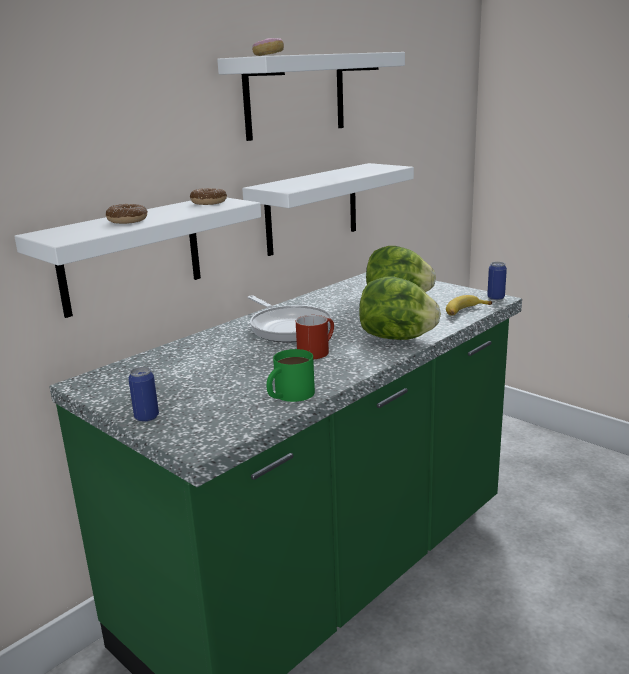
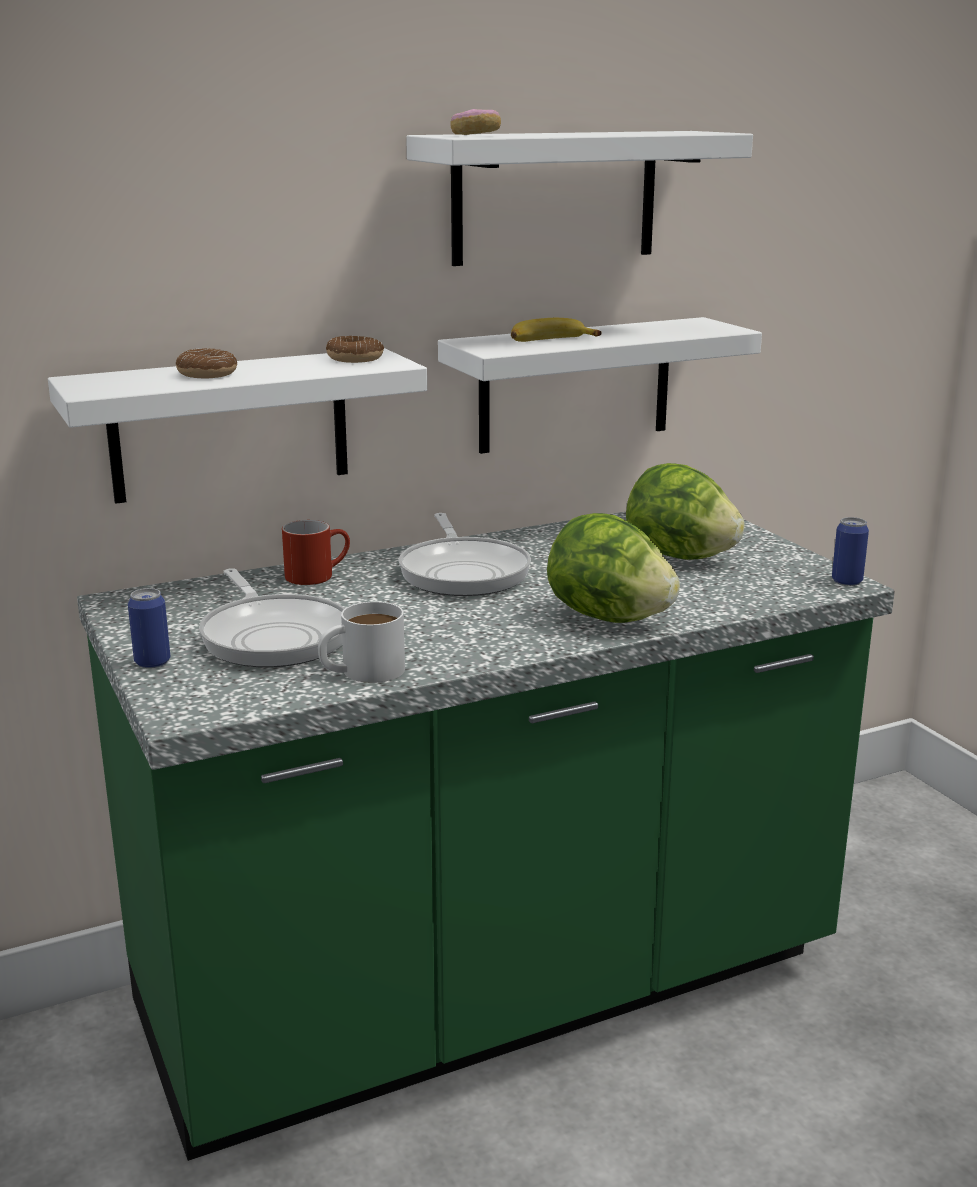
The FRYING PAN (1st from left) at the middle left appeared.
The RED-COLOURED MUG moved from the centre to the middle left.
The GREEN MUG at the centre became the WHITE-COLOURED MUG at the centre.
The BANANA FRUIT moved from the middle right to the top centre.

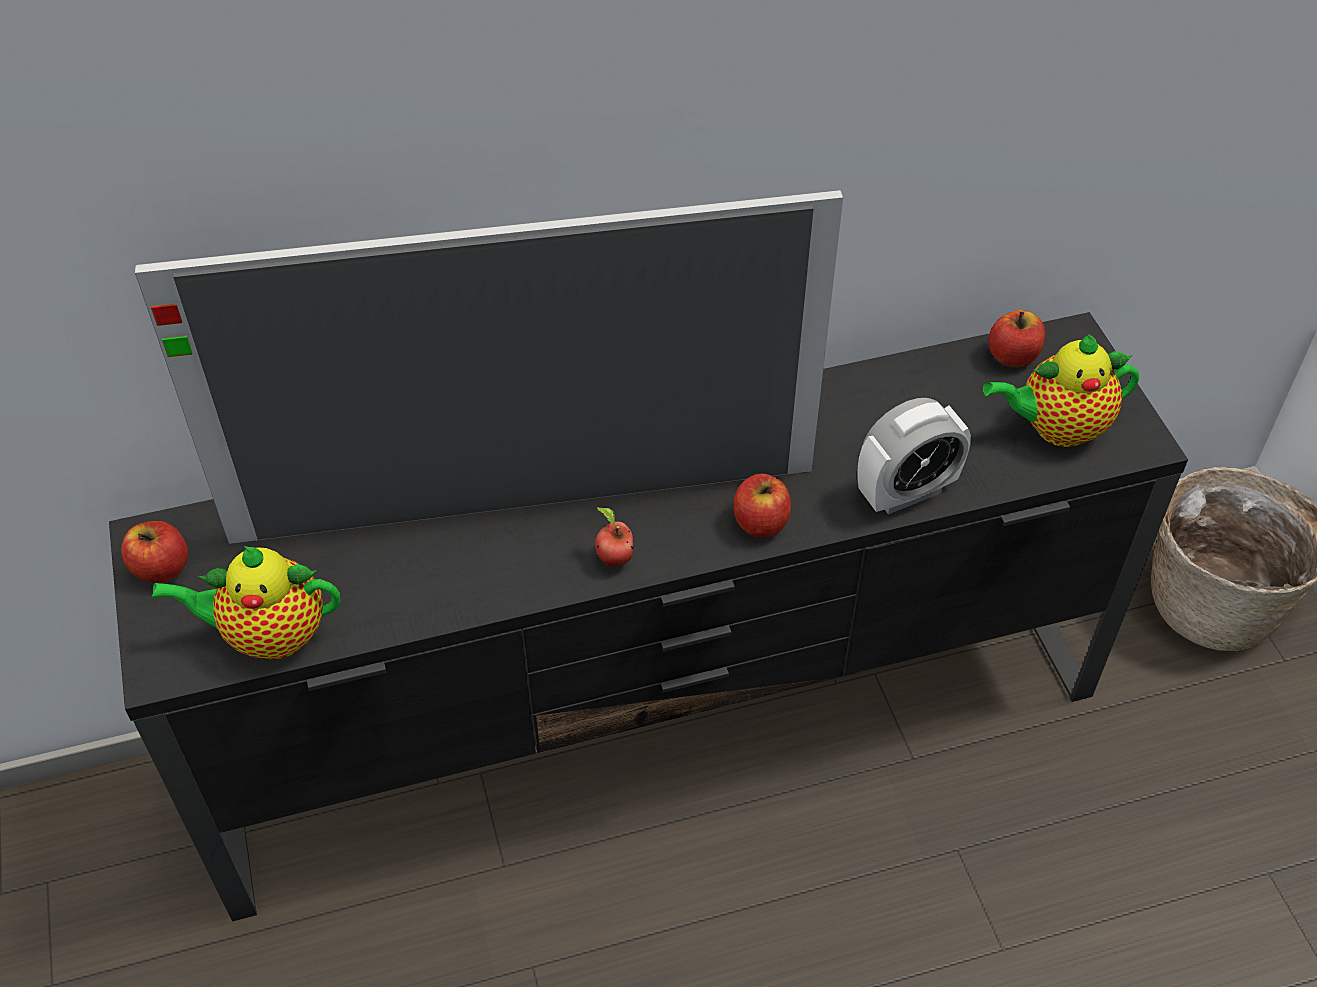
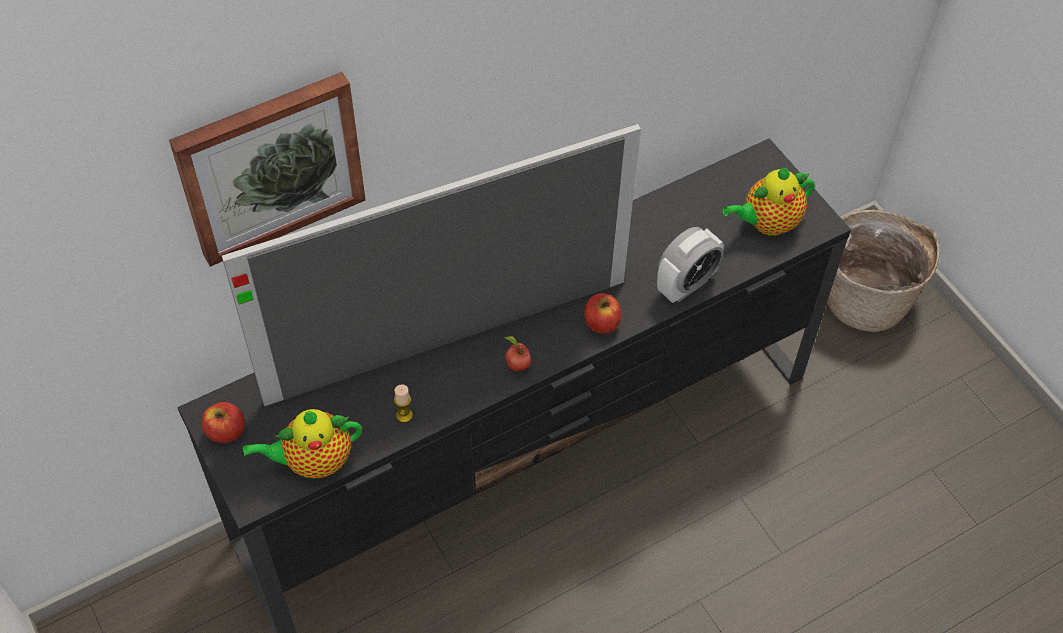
The WALL PICTURE at the top left appeared.
The CANDLE at the centre appeared.
The APPLE FRUIT (4th from left) at the middle right disappeared.

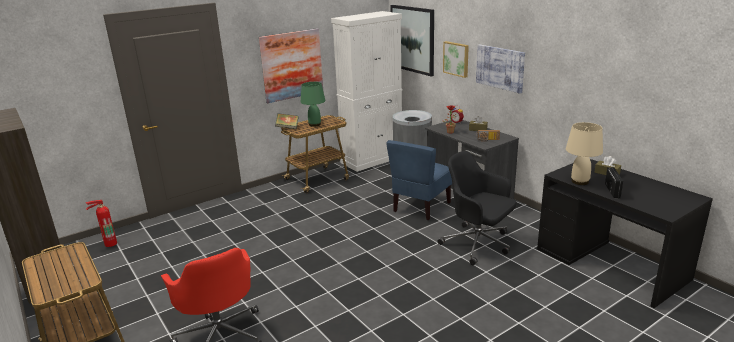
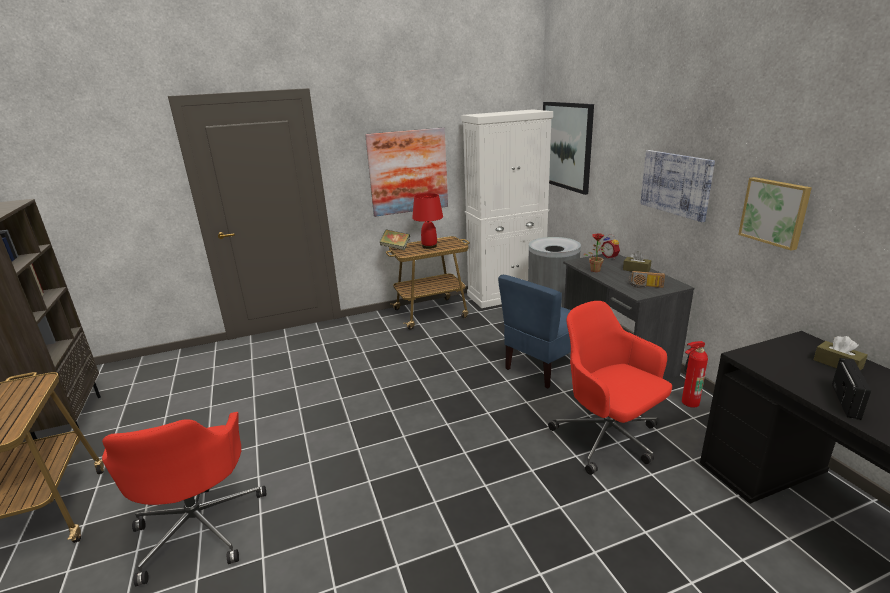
The GREEN TABLE LAMP at the top centre became the RED-COLOURED TABLE LAMP at the centre.
The BLACK-COLOURED OFFICE CHAIR at the centre became the RED-COLOURED OFFICE CHAIR (2nd from left) at the middle right.
The EXTINGUISHER moved from the middle left to the middle right.
The WALL PICTURE (3rd from left in the first image) moved from the top centre to the middle right.
The BEIGE-COLOURED TABLE LAMP at the middle right disappeared.

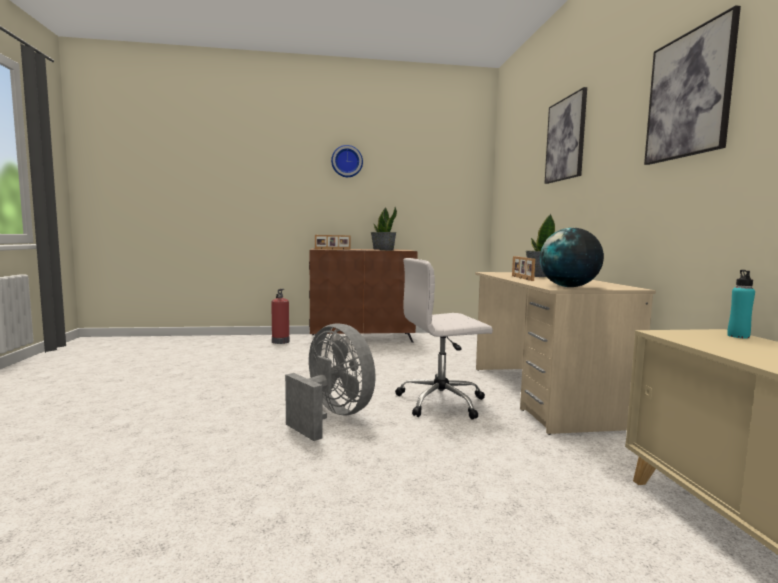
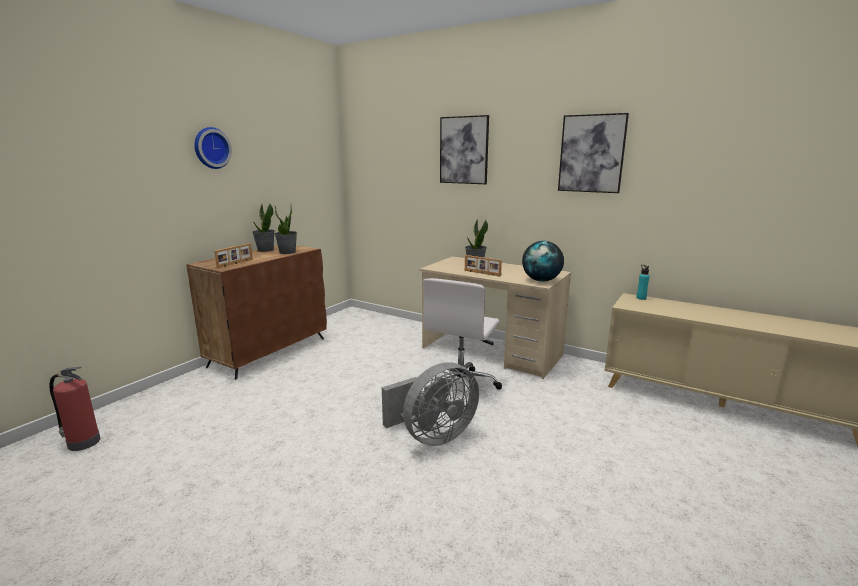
The EXTINGUISHER moved from the centre to the bottom left.
The GREY ELECTRIC FAN at the centre turned 150 degrees clockwise.

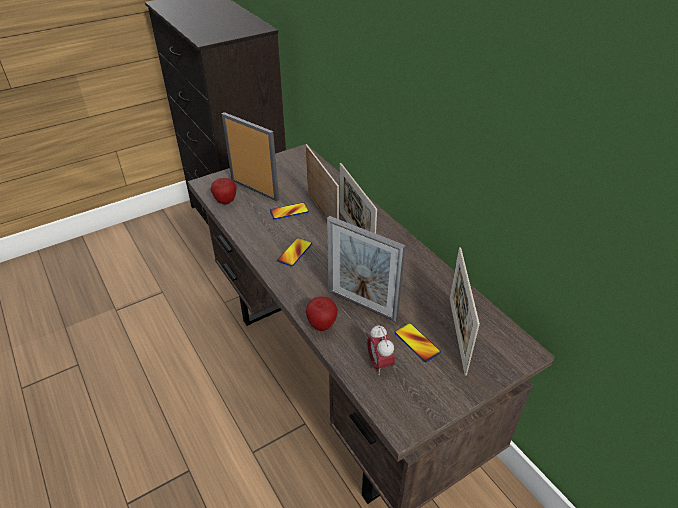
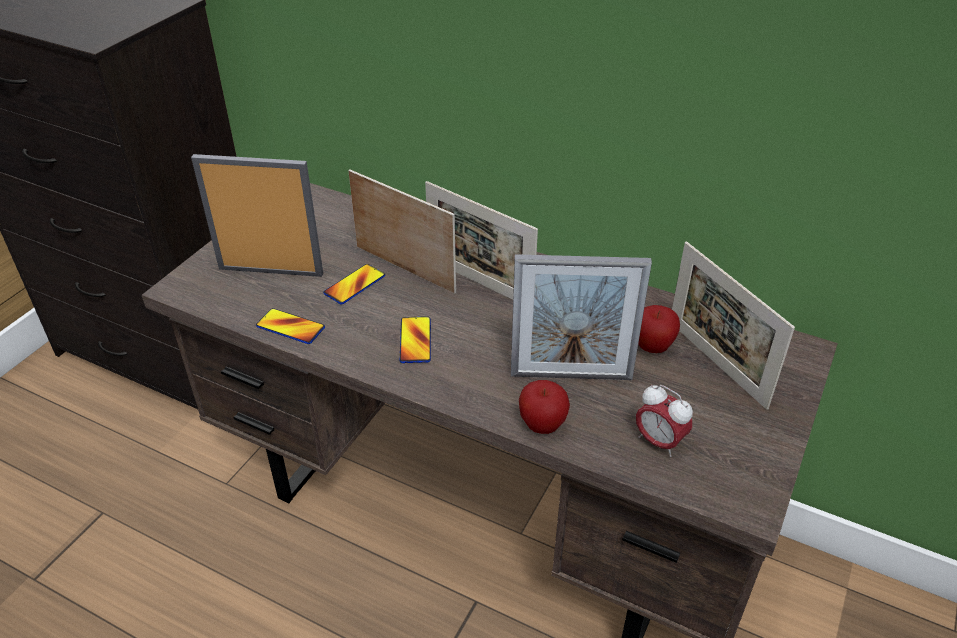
The PHONE (3rd from left in the first image) moved from the bottom centre to the middle left.
The APPLE FRUIT (1st from left in the first image) moved from the middle left to the middle right.

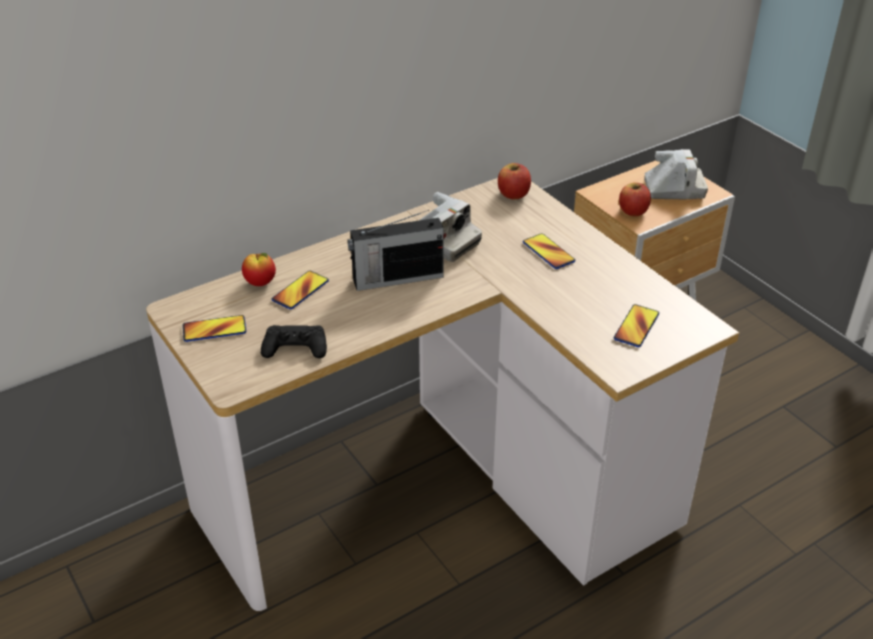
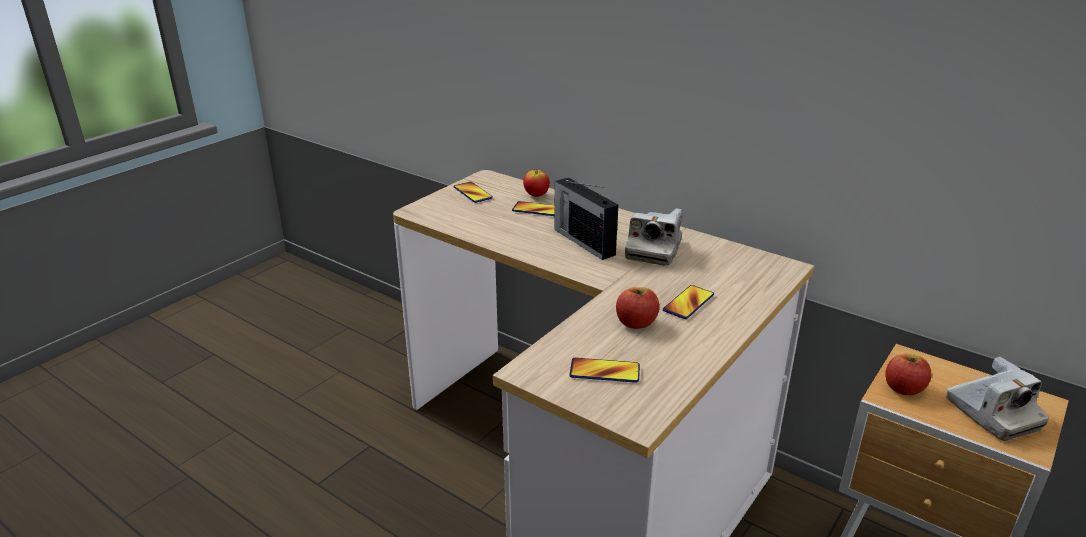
The APPLE FRUIT (2nd from left) moved from the top centre to the centre.
The BLACK-COLOURED JOYPAD at the centre disappeared.

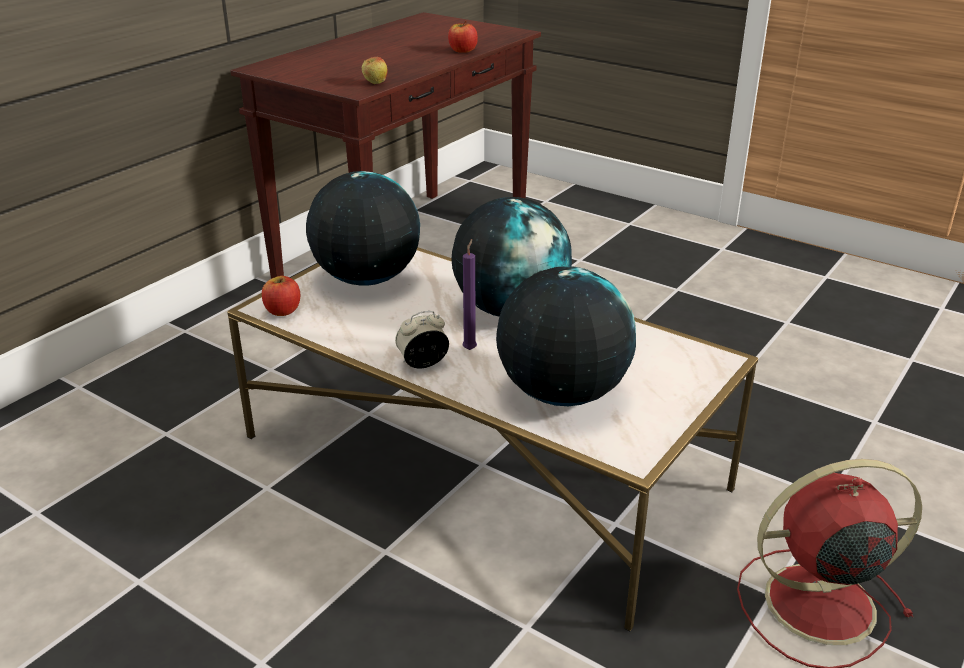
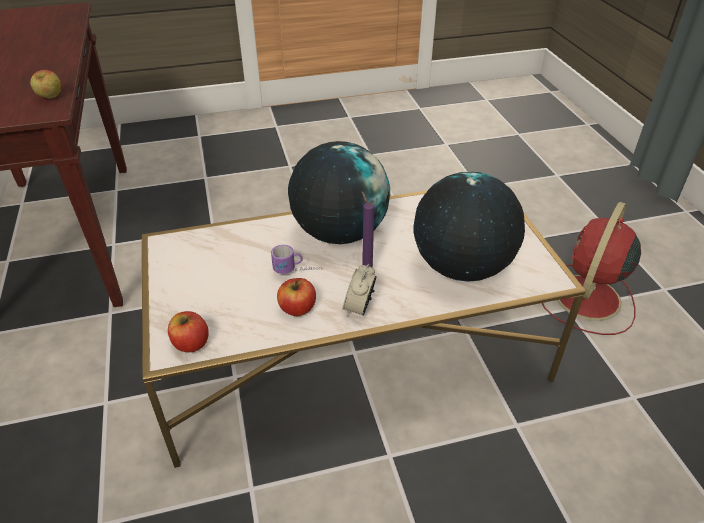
The MUG at the centre appeared.
The APPLE FRUIT (3rd from left) moved from the top centre to the centre.
The WORLD GLOBE (1st from left) at the centre disappeared.

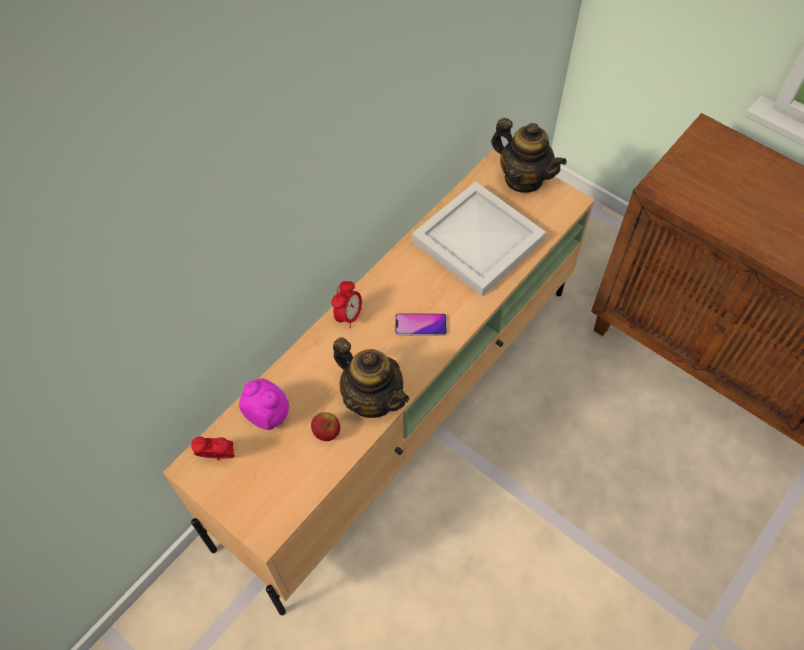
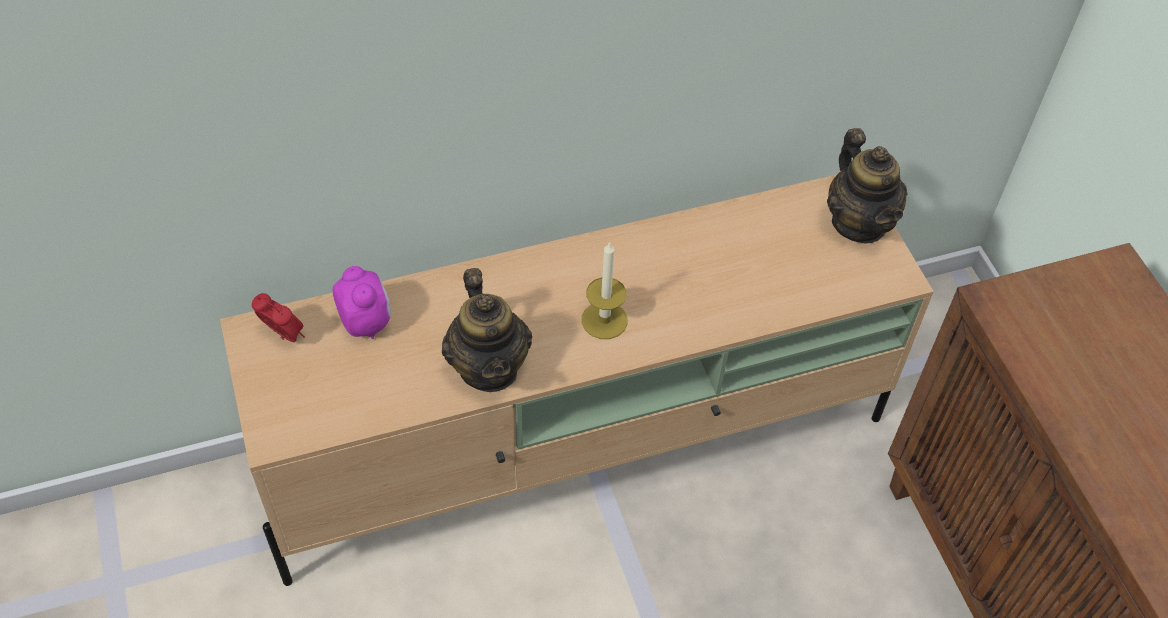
The PHONE at the centre was replaced by the CANDLE at the centre.
The APPLE FRUIT at the centre disappeared.
The TABLE CLOCK (3rd from left) at the centre disappeared.
The WHITE-COLOURED CARRYING TRAY at the centre disappeared.

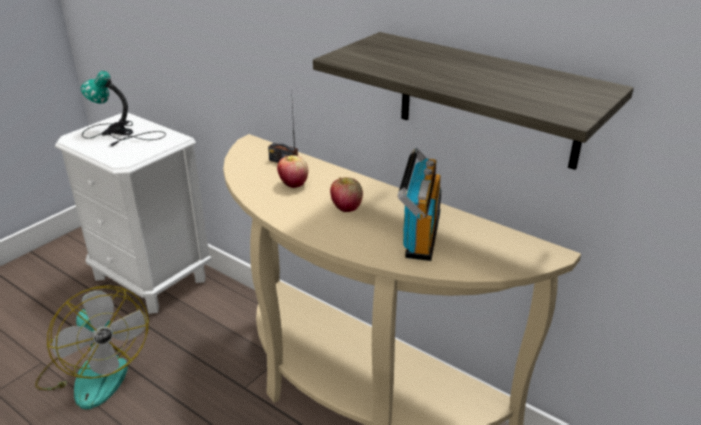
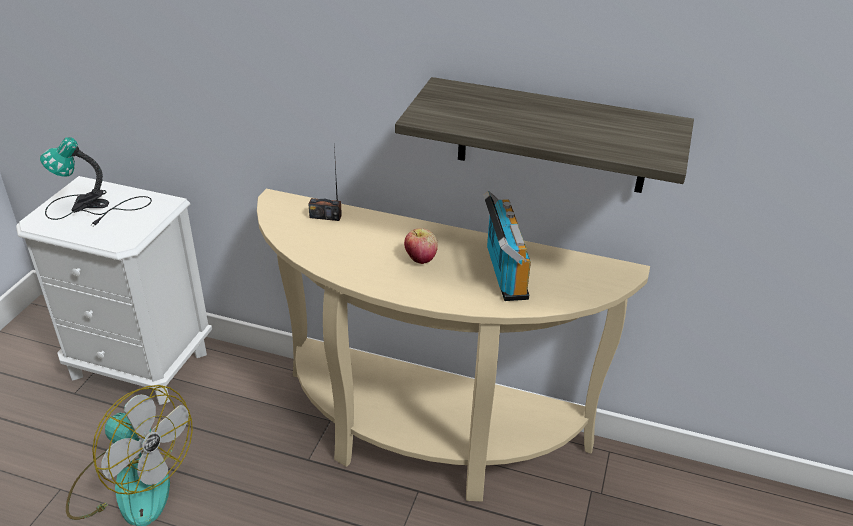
The APPLE FRUIT (1st from left) at the centre disappeared.

